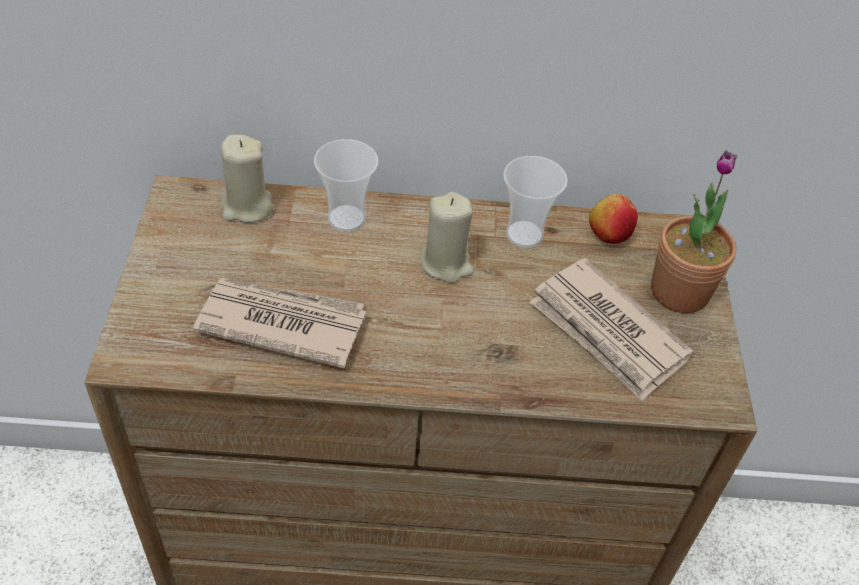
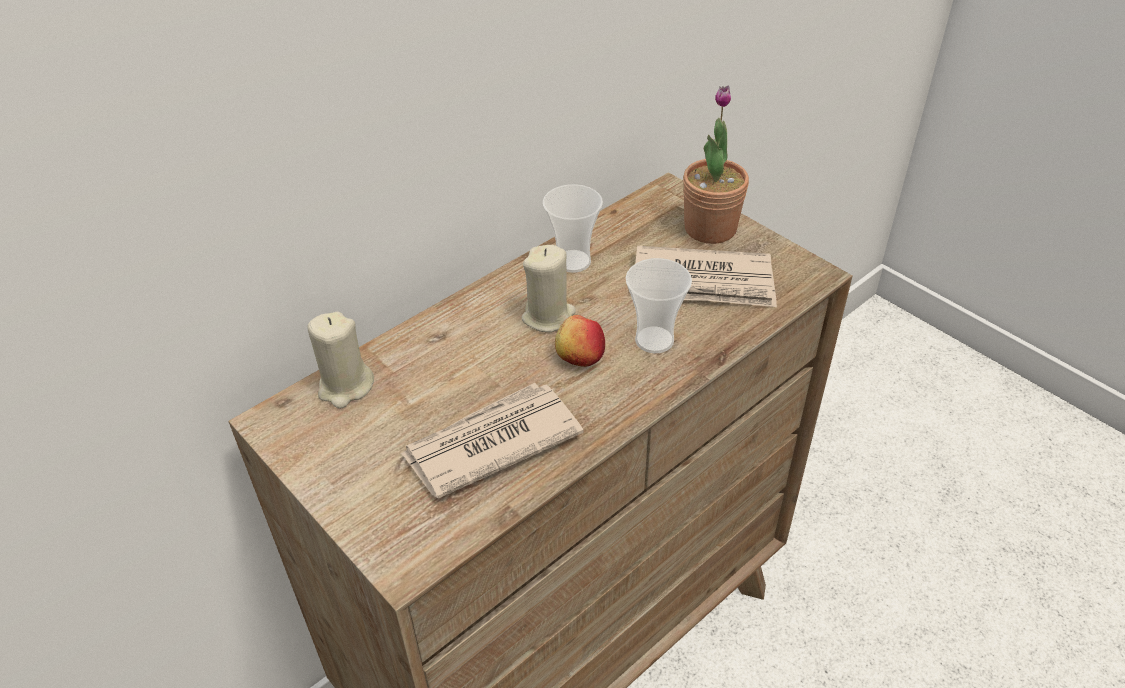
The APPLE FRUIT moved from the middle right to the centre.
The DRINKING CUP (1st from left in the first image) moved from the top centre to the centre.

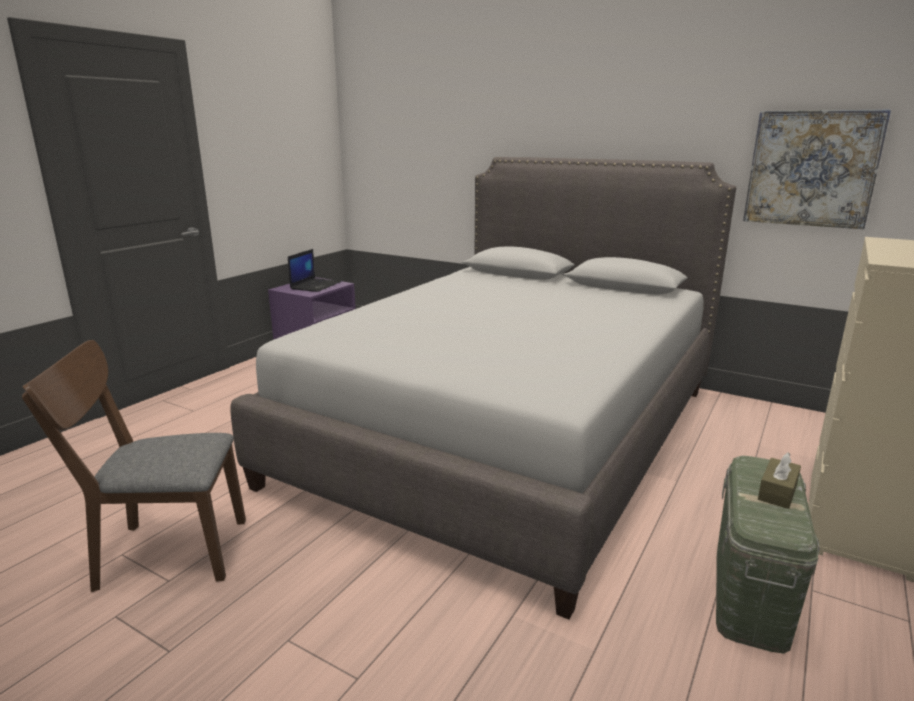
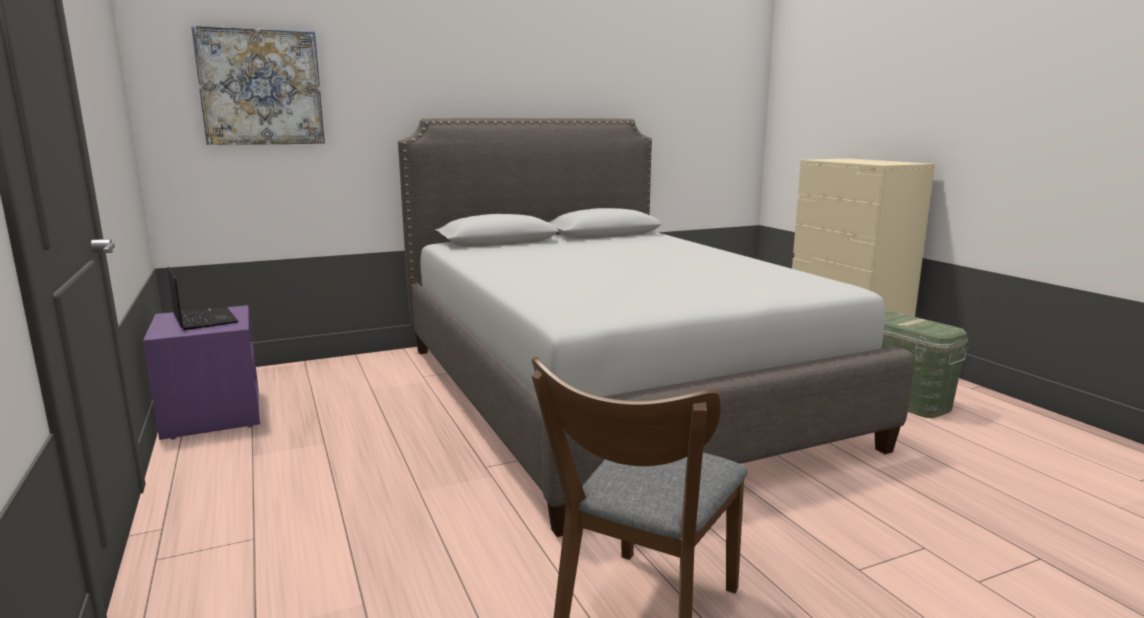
The WALL PICTURE moved from the top right to the top left.
The BROWNISH BOX OF TISSUES at the bottom right disappeared.

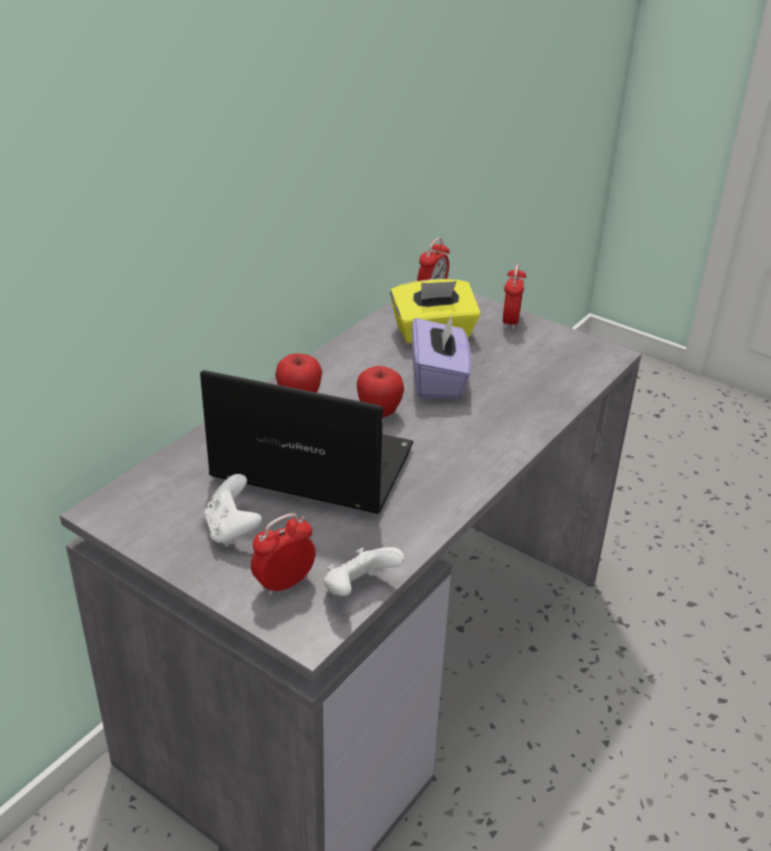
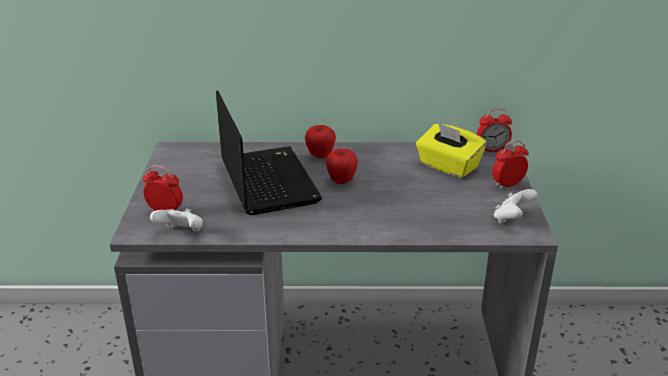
The WHITE-COLOURED JOYPAD (1st from left in the first image) moved from the middle left to the middle right.
The PURPLISH BOX OF TISSUES at the centre disappeared.

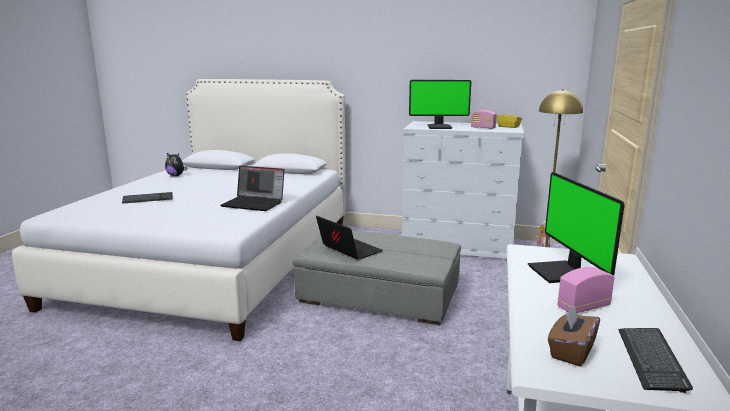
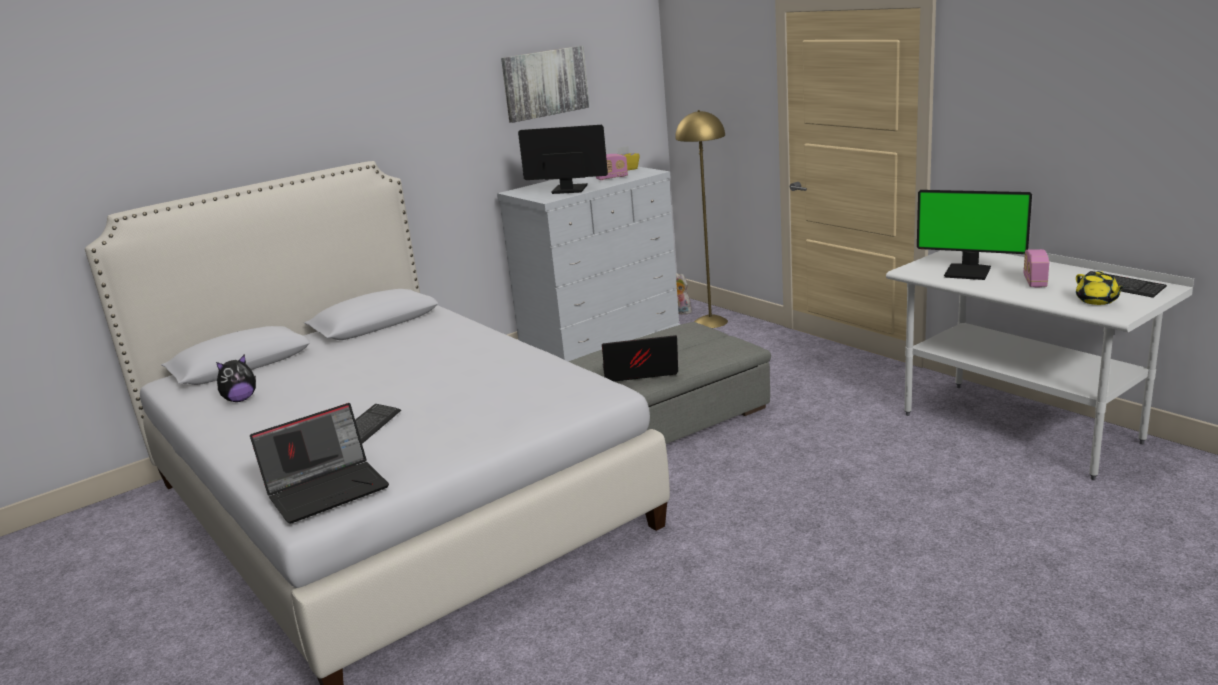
The PORTABLE COMPUTER (1st from left) moved from the centre to the bottom left.
The WALL PICTURE at the top centre appeared.
The MONITOR (1st from left) at the top centre turned 120 degrees counterclockwise.
The BROWNISH BOX OF TISSUES at the bottom right was replaced by the YELLOW TEA POT at the middle right.

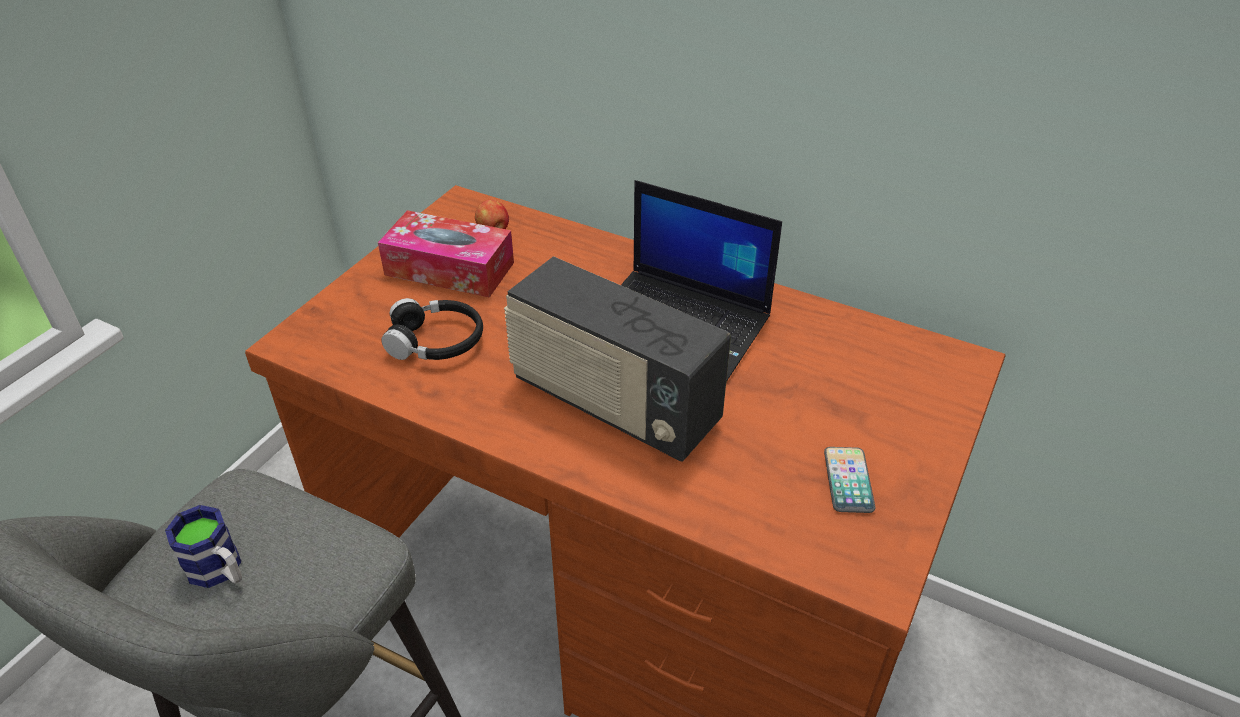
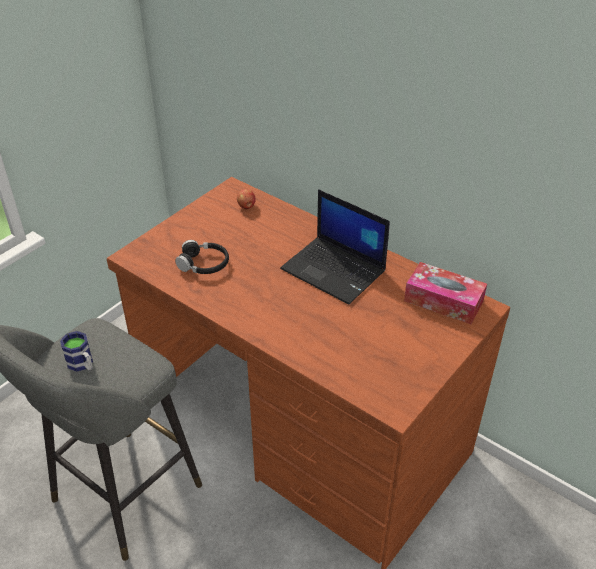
The BOX OF TISSUES moved from the centre to the middle right.
The RADIO SET at the centre disappeared.
The PHONE at the bottom right disappeared.

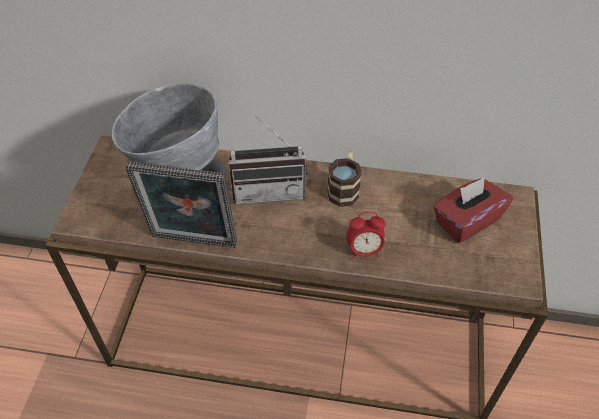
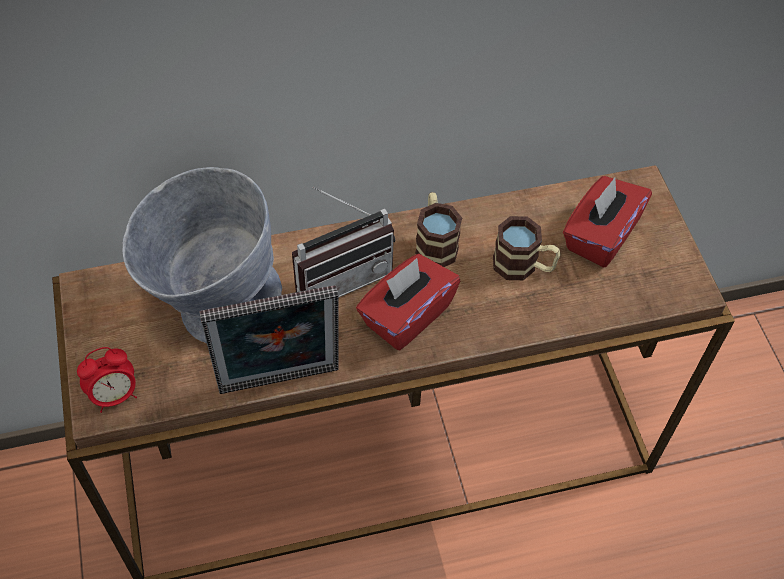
The TABLE CLOCK moved from the centre to the middle left.
The RED-COLOURED BOX OF TISSUES (1st from left) at the centre appeared.
The MUG (2nd from left) at the middle right appeared.

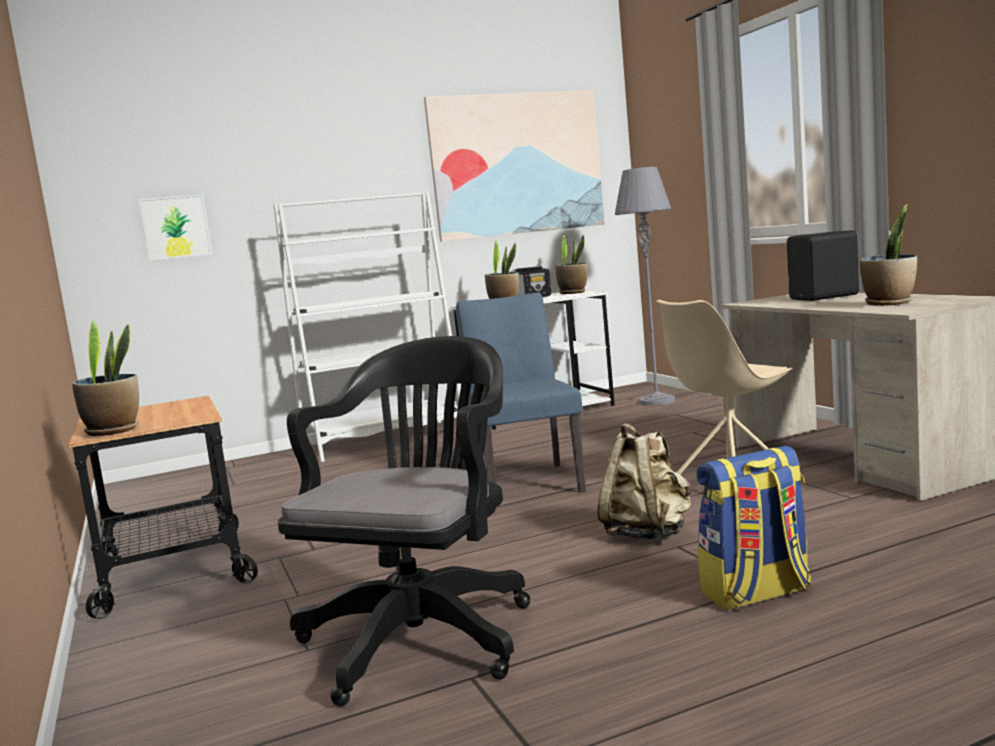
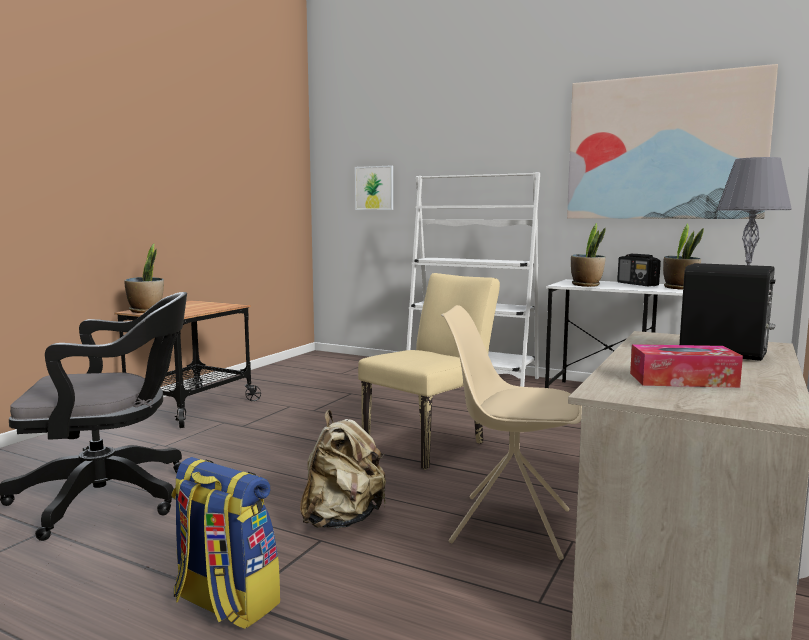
The BLUISH PLAIN CHAIR at the centre became the BEIGE-COLOURED PLAIN CHAIR (1st from left) at the centre.
The POTTED PLANT (4th from left) at the middle right was replaced by the BOX OF TISSUES at the middle right.

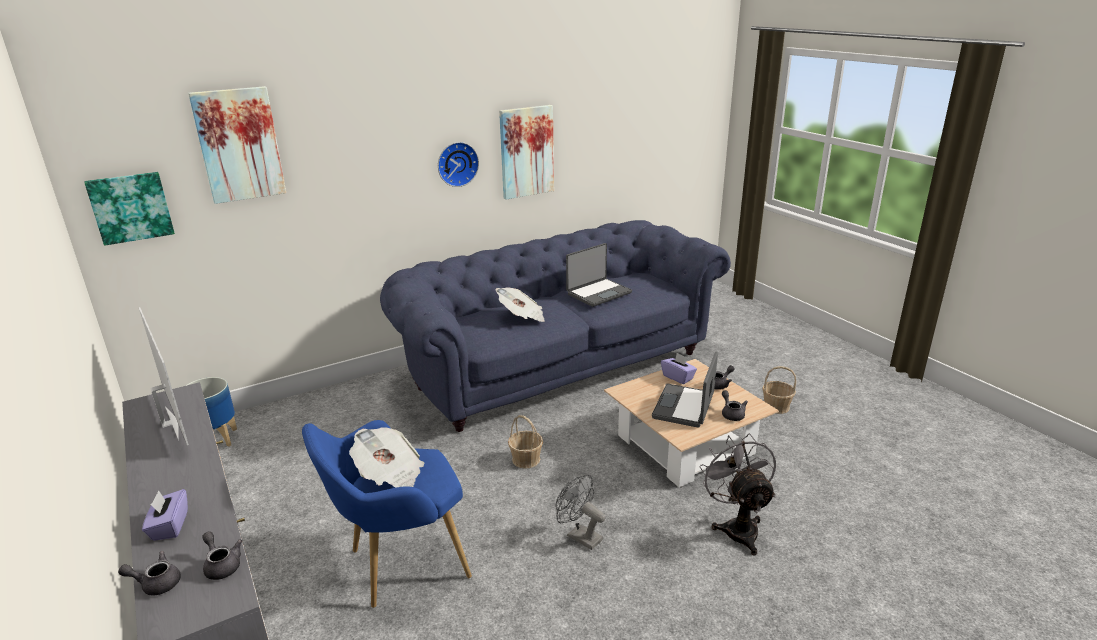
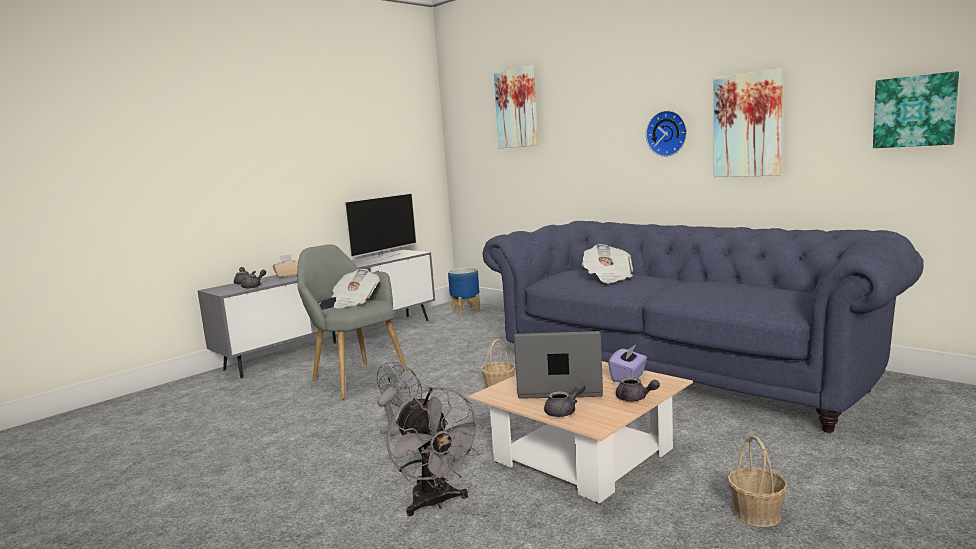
The PURPLISH BOX OF TISSUES (1st from left) at the bottom left became the BEIGE-COLOURED BOX OF TISSUES at the middle left.
The BLUISH EASY CHAIR at the bottom centre became the GREY EASY CHAIR at the centre.
The GREY ELECTRIC FAN (2nd from left) at the bottom right turned 90 degrees clockwise.
The WALL PICTURE (1st from left in the first image) moved from the top left to the top right.
The PORTABLE COMPUTER (1st from left) at the centre disappeared.

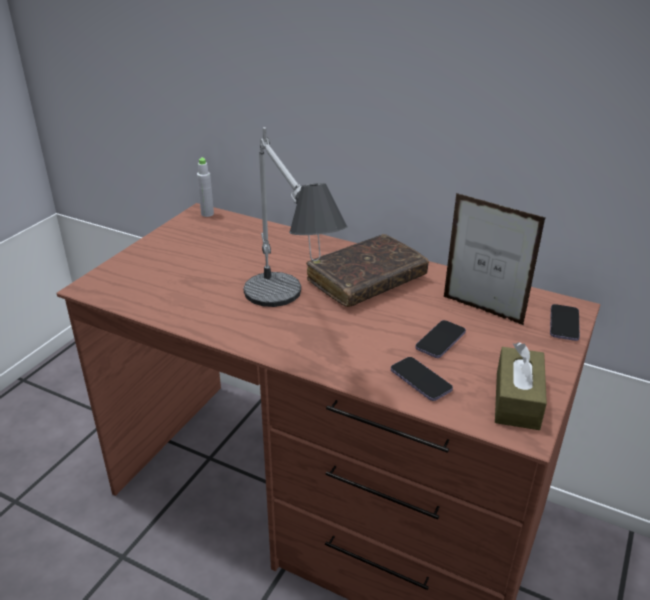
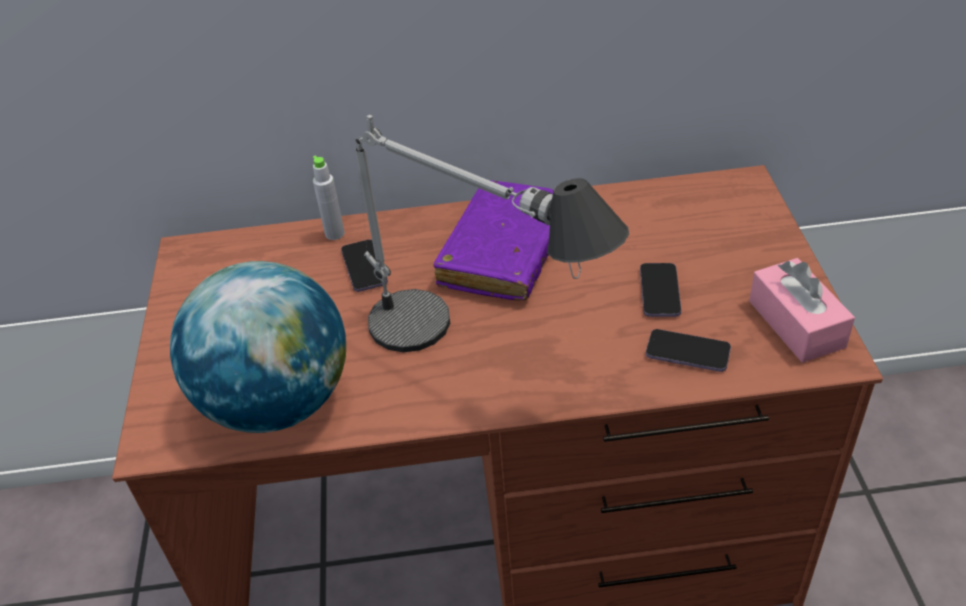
The WORLD GLOBE at the middle left appeared.
The GREY BOTTLE moved from the top left to the top centre.
The PHONE (3rd from left in the first image) moved from the middle right to the centre.
The BROWNISH VOLUME at the centre became the PURPLISH VOLUME at the centre.
The BROWNISH BOX OF TISSUES at the middle right became the PINK-COLOURED BOX OF TISSUES at the middle right.
The PICTURE FRAME at the middle right disappeared.

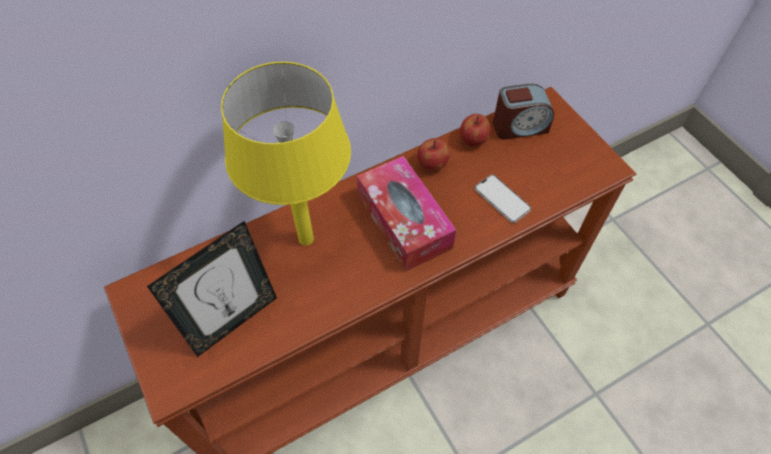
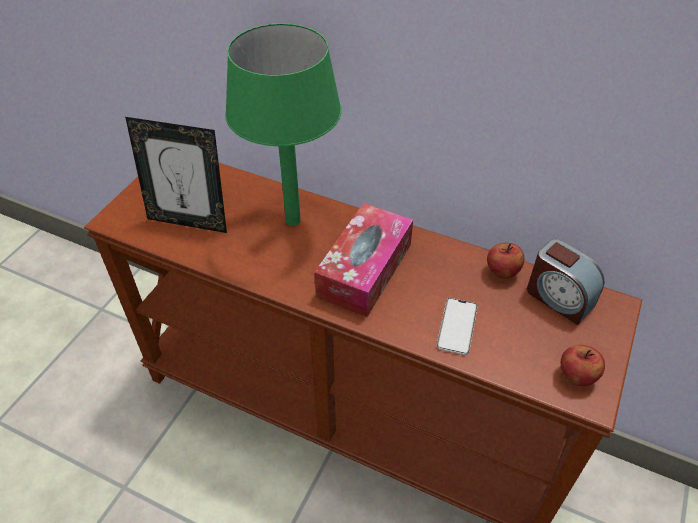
The YELLOW TABLE LAMP at the centre became the GREEN TABLE LAMP at the top centre.
The APPLE FRUIT (1st from left in the first image) moved from the centre to the bottom right.

